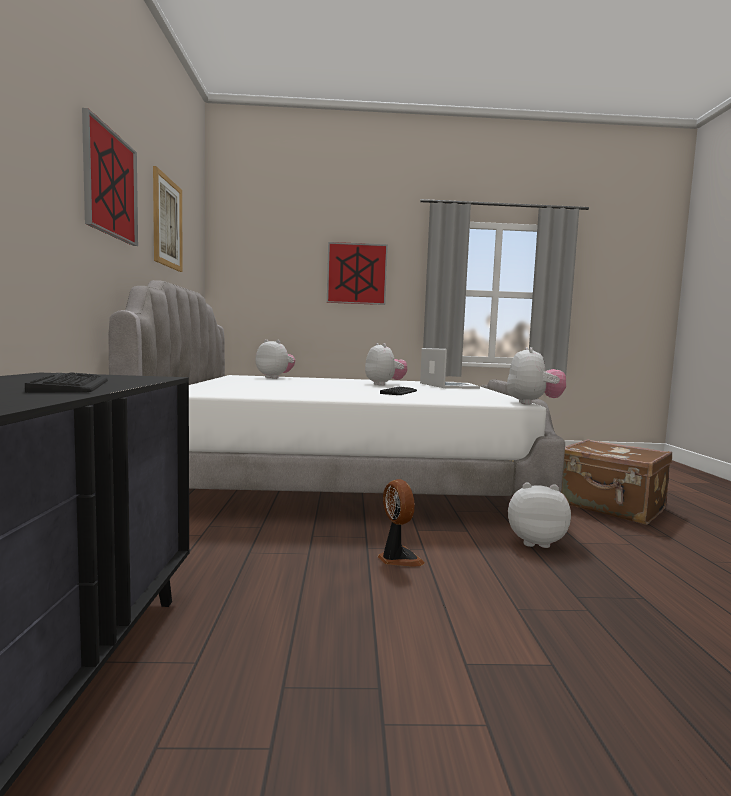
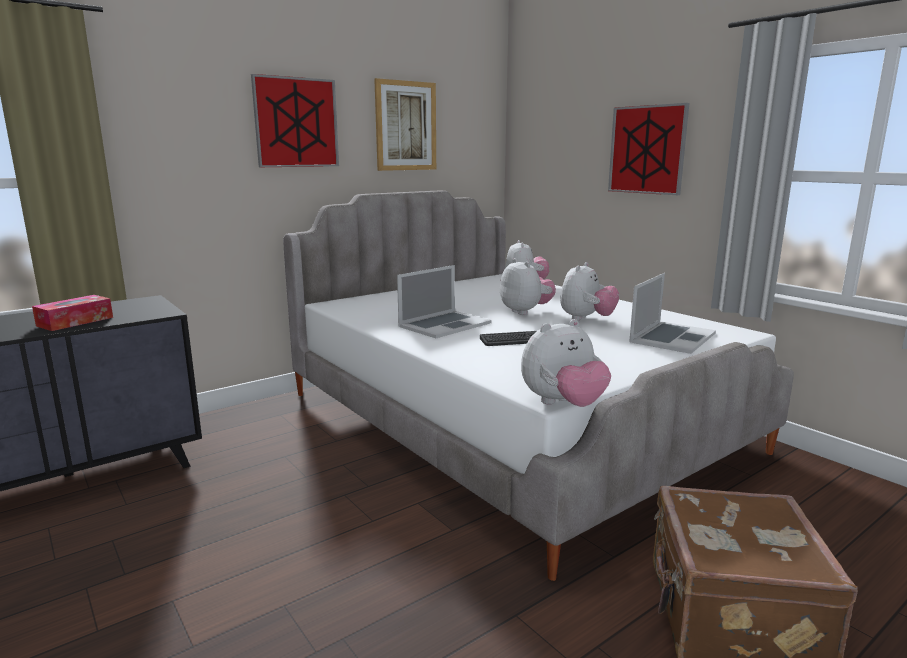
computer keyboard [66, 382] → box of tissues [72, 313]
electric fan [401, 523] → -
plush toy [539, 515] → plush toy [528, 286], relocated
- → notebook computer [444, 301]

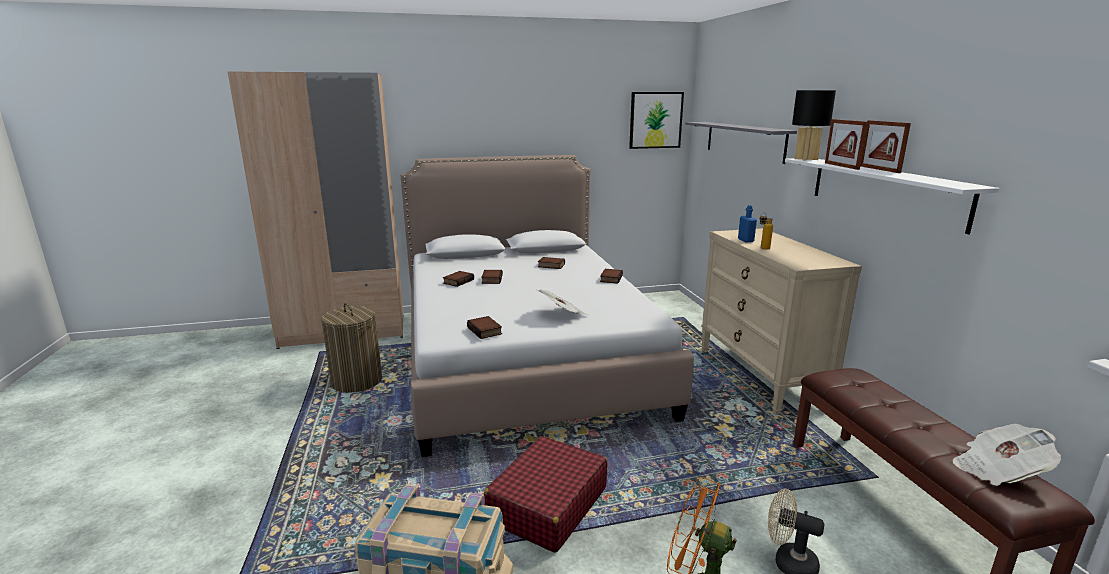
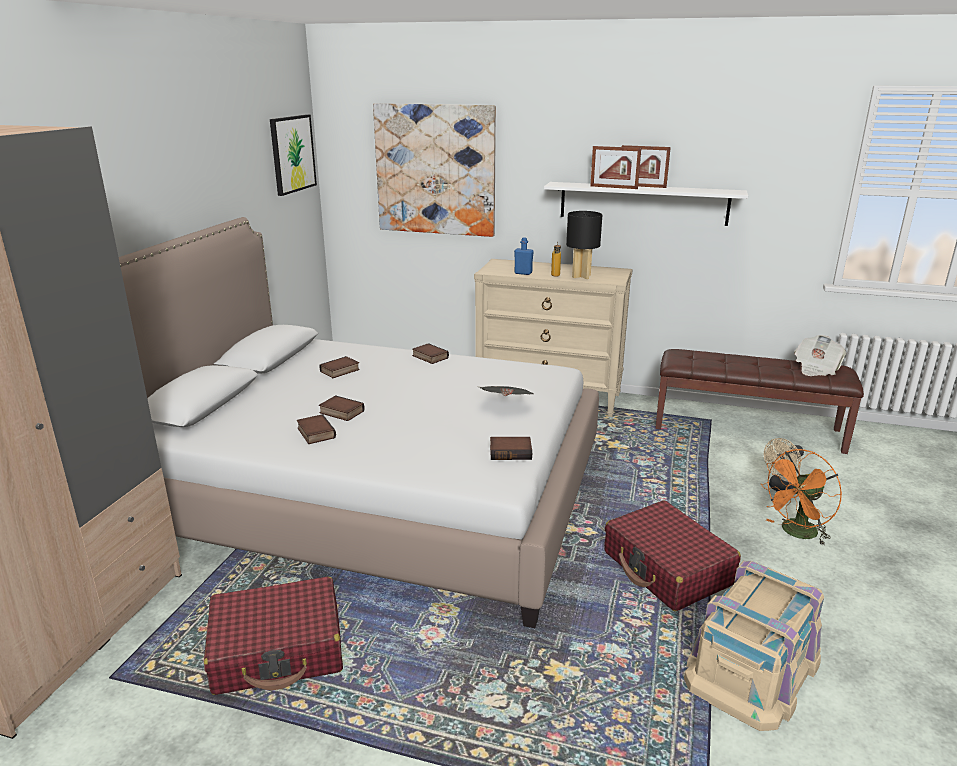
table lamp (blackish) [814, 125] → table lamp (blackish) [584, 245], relocated
shelf (gray) [741, 143] → picture [434, 170]
laundry basket [351, 348] → travel case (red-coloured) [273, 636]

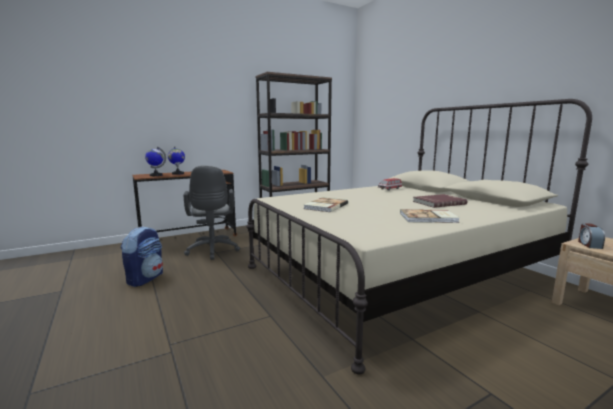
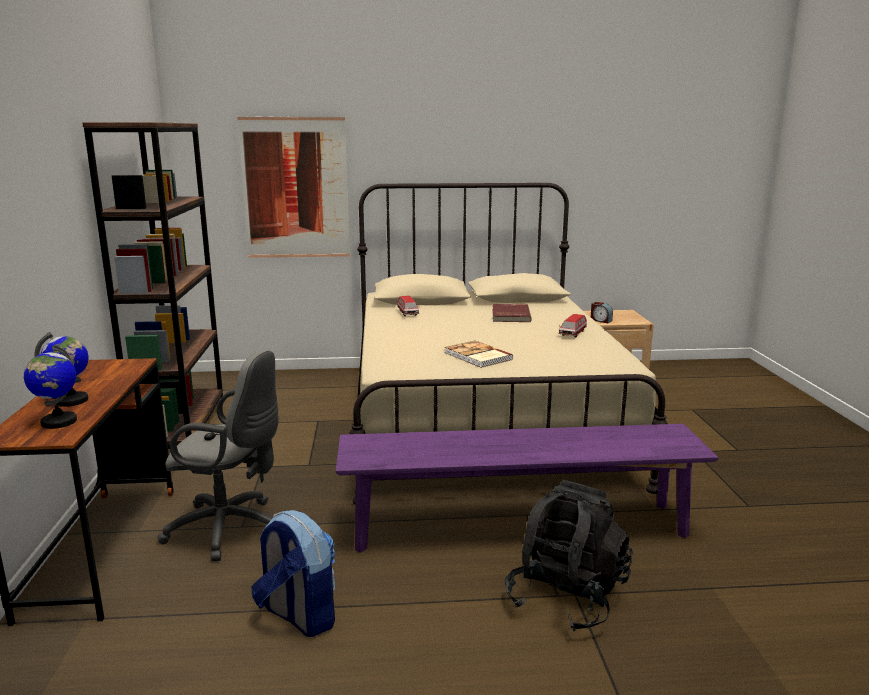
bound book [430, 216] → model car [572, 325]
- → picture [293, 187]
- → bench (purple-coloured) [527, 488]
- → knapsack (blackish) [569, 555]

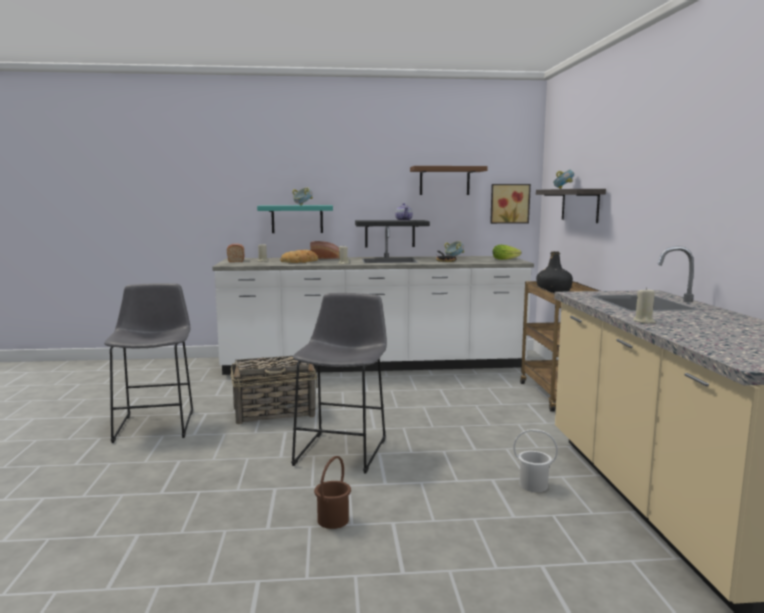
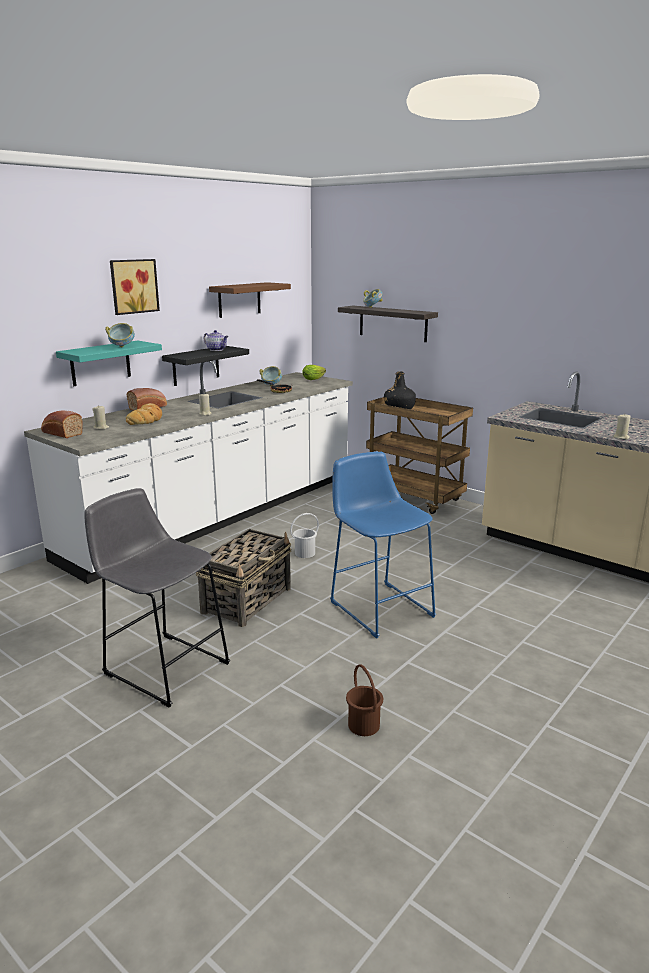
picture [510, 204] → picture [135, 287], relocated
stool (gray) [339, 383] → stool (bluish) [383, 545]
water bucket (white) [535, 460] → water bucket (white) [304, 535], relocated
water bucket (brown-coloured) [332, 492] → water bucket (brown-coloured) [364, 700], relocated

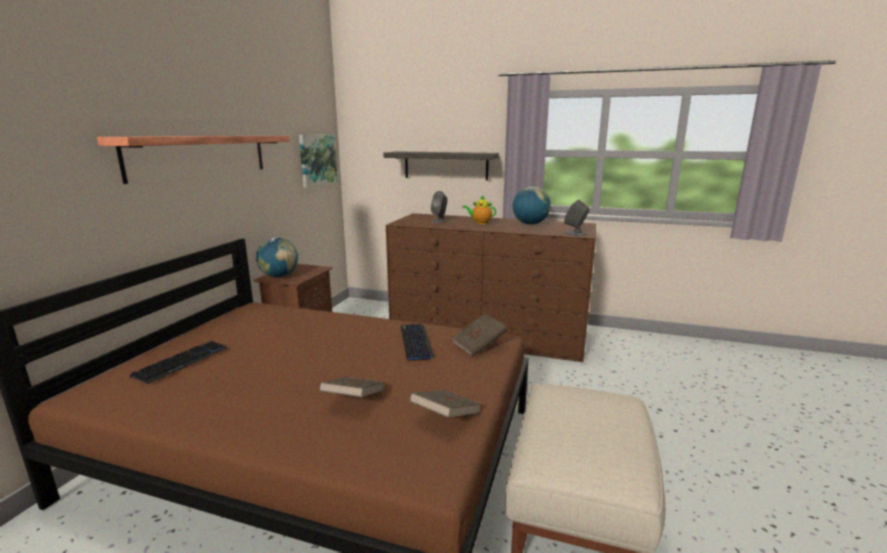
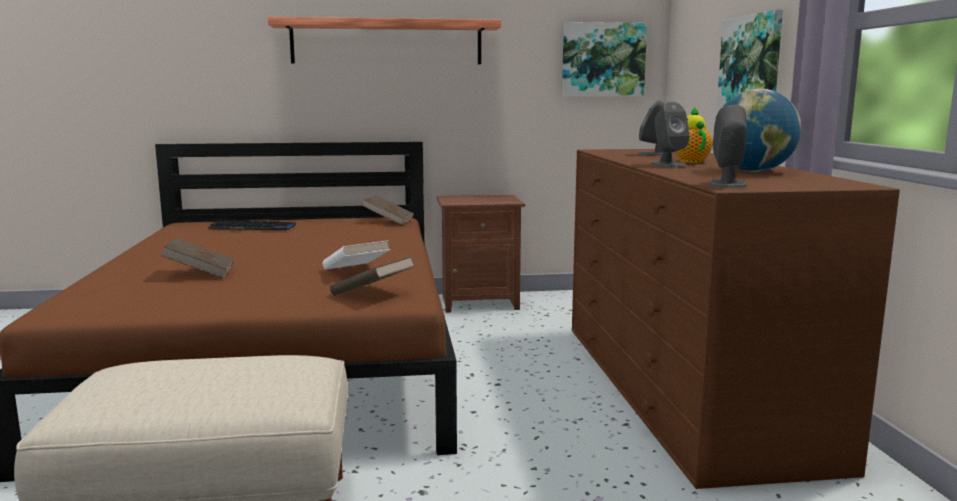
shelf [441, 165] → picture [750, 59]
desk globe [277, 257] → -
computer keyboard [418, 342] → bound book (white) [356, 255]
bound book (brown-coloured) [445, 404] → bound book (brown-coloured) [388, 210], relocated
- → audio speaker (gray) [670, 134]

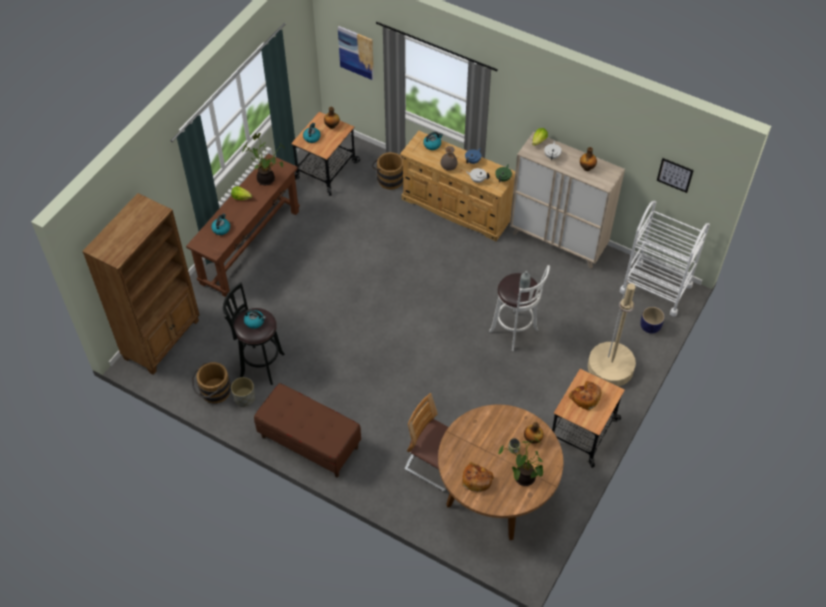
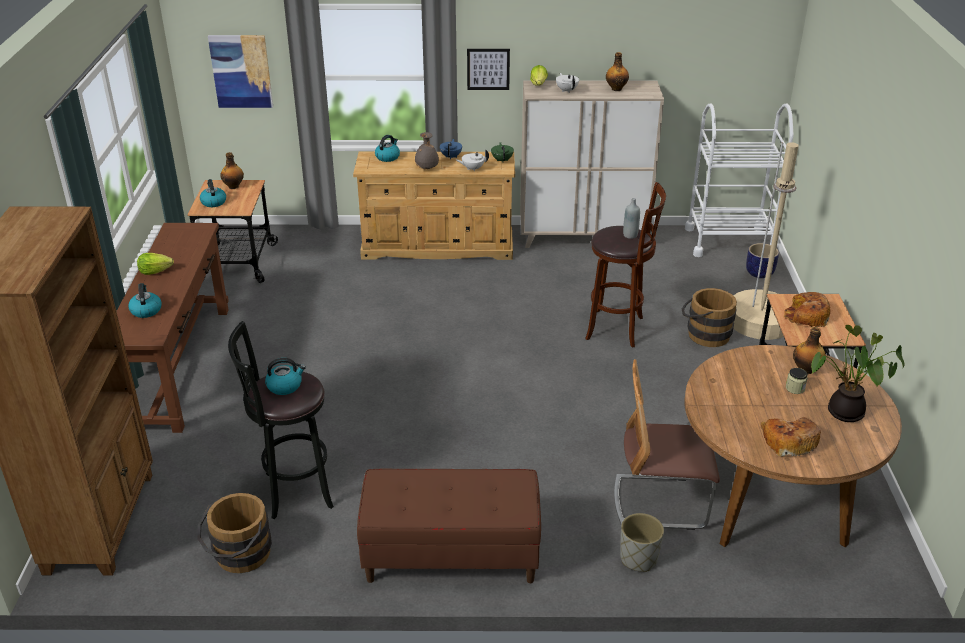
houseplant [263, 159] → -
water bucket (brown-coloured) [387, 171] → water bucket (brown-coloured) [709, 317], relocated
picture [675, 175] → picture [488, 69], relocated
stool (white) [519, 308] → stool (brown-coloured) [625, 265]
flower pot (gray) [243, 392] → flower pot (gray) [642, 542], relocated

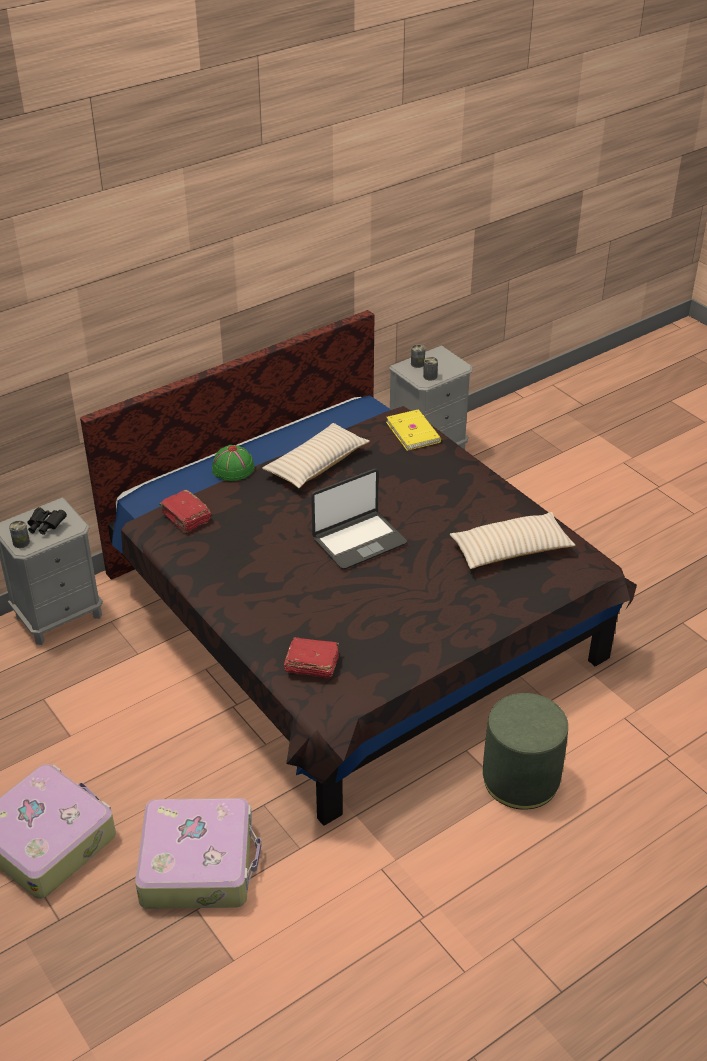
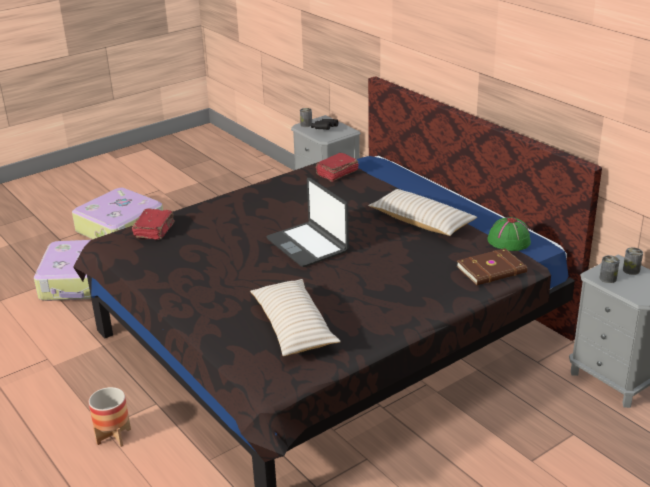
bound book (yellow-coloured) [413, 430] → bound book (brown-coloured) [492, 266]
clothing hat (greenish) [233, 463] → clothing hat (greenish) [509, 234], relocated
ottoman (greenish) [525, 751] → flower pot [110, 417]

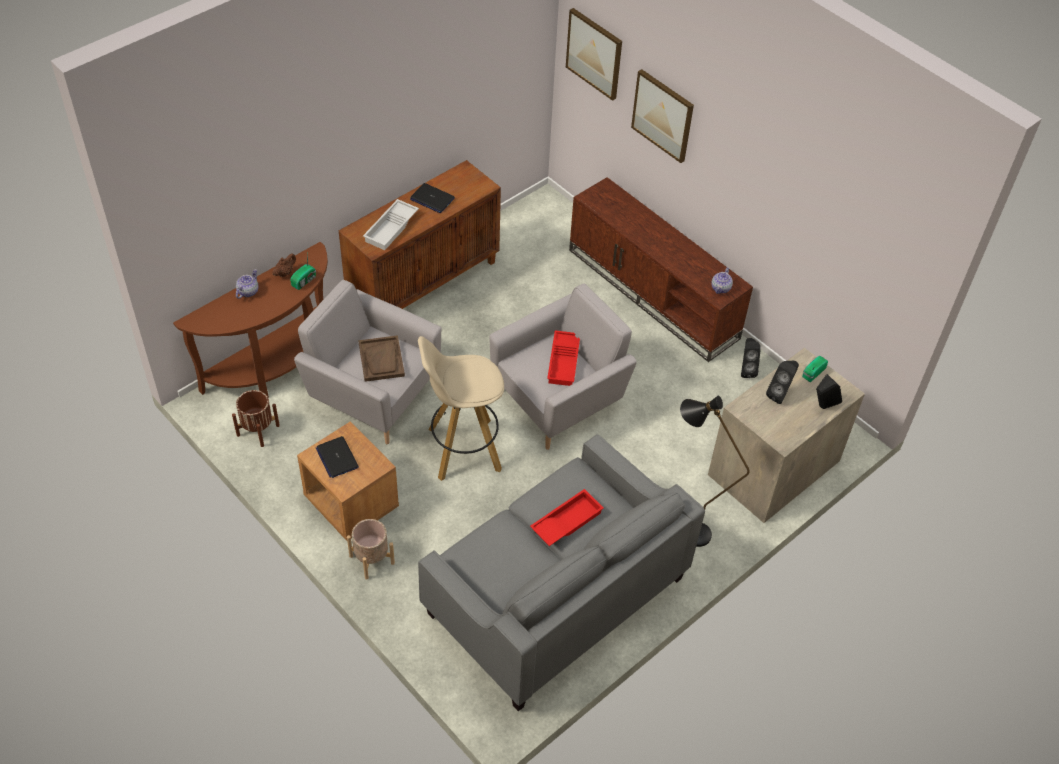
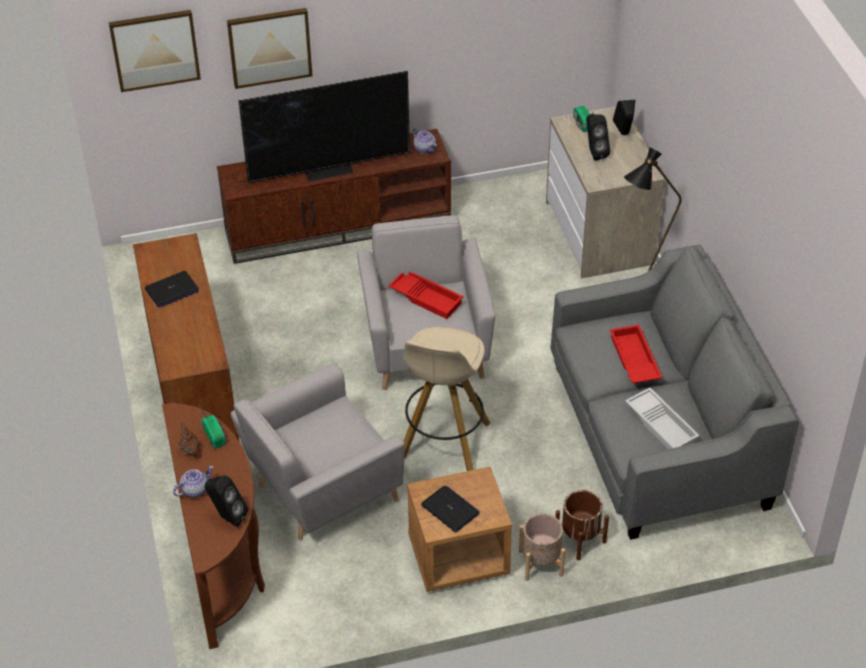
serving tray (white) [391, 224] → serving tray (white) [662, 418], relocated
teapot [247, 284] → teapot [193, 482], 90 degrees clockwise
serving tray (brown-coloured) [381, 358] → -
audio speaker (blackish) [751, 358] → audio speaker (blackish) [226, 501], relocated
flower pot (brown-coloured) [256, 418] → flower pot (brown-coloured) [582, 525], relocated
notebook computer [337, 457] → notebook computer [450, 509], 135 degrees counterclockwise
- → TV set [324, 127]

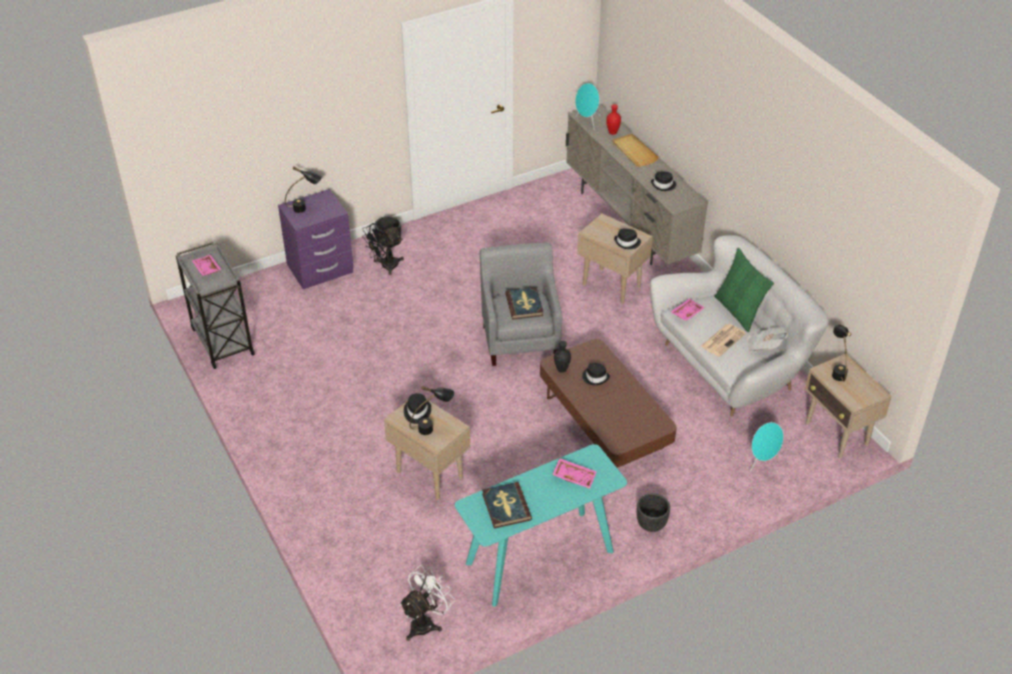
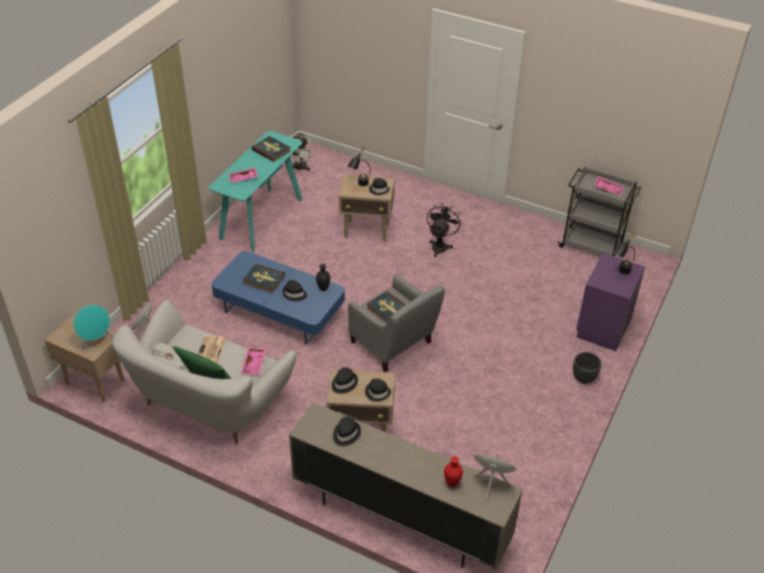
serving tray (sand-coloured) [635, 150] → -
electric fan (blackish) [383, 249] → electric fan (blackish) [444, 230], relocated
table lamp (blackish) [842, 353] → audio speaker (turquoise-coloured) [93, 328]
coffee table (brown-coloured) [608, 403] → coffee table (bluish) [278, 298]
flower pot (blackish) [653, 512] → -
- → bound book [264, 278]
- → clothing hat (blackish) [378, 390]

